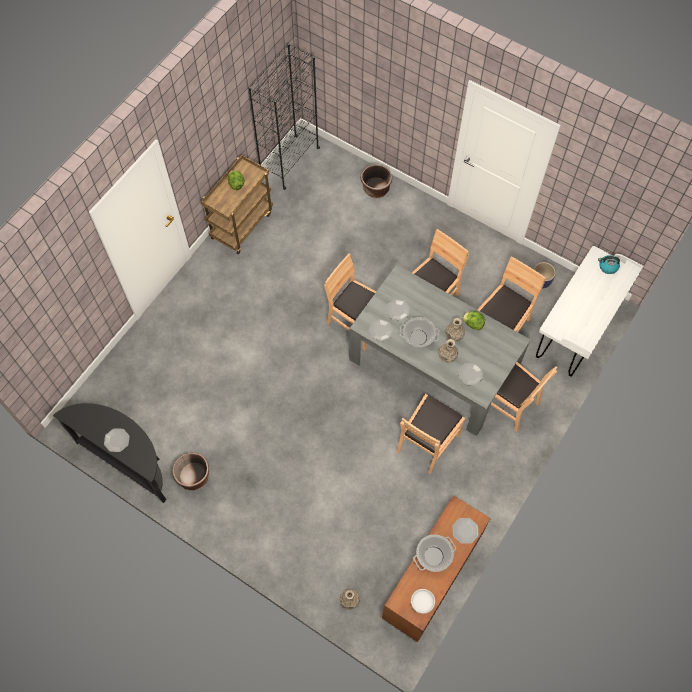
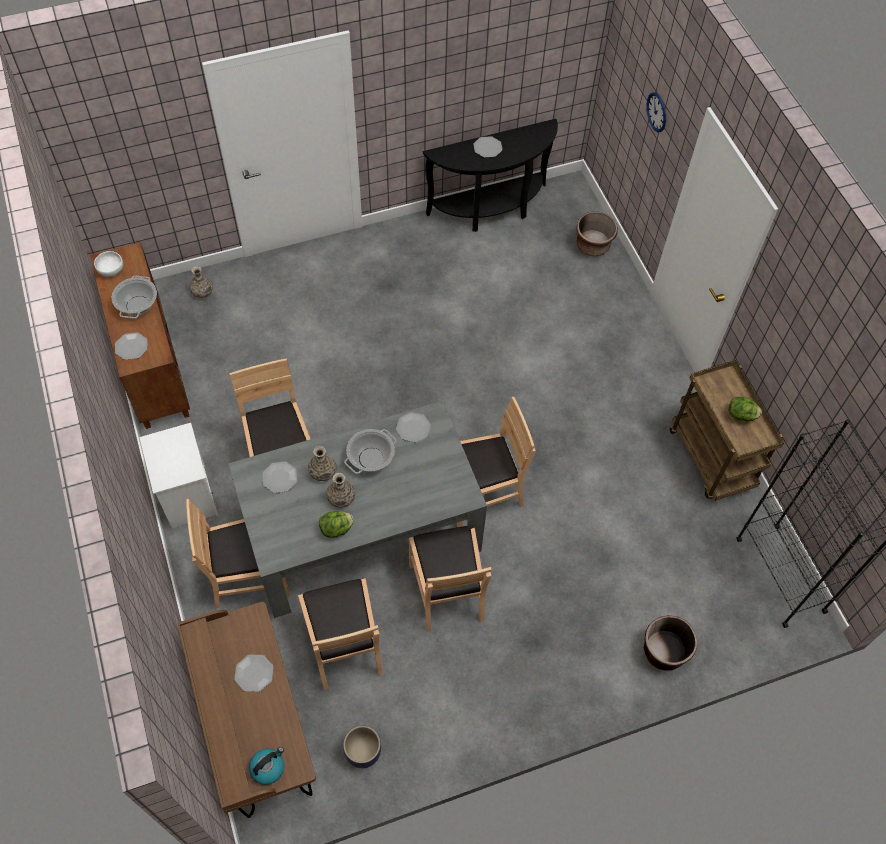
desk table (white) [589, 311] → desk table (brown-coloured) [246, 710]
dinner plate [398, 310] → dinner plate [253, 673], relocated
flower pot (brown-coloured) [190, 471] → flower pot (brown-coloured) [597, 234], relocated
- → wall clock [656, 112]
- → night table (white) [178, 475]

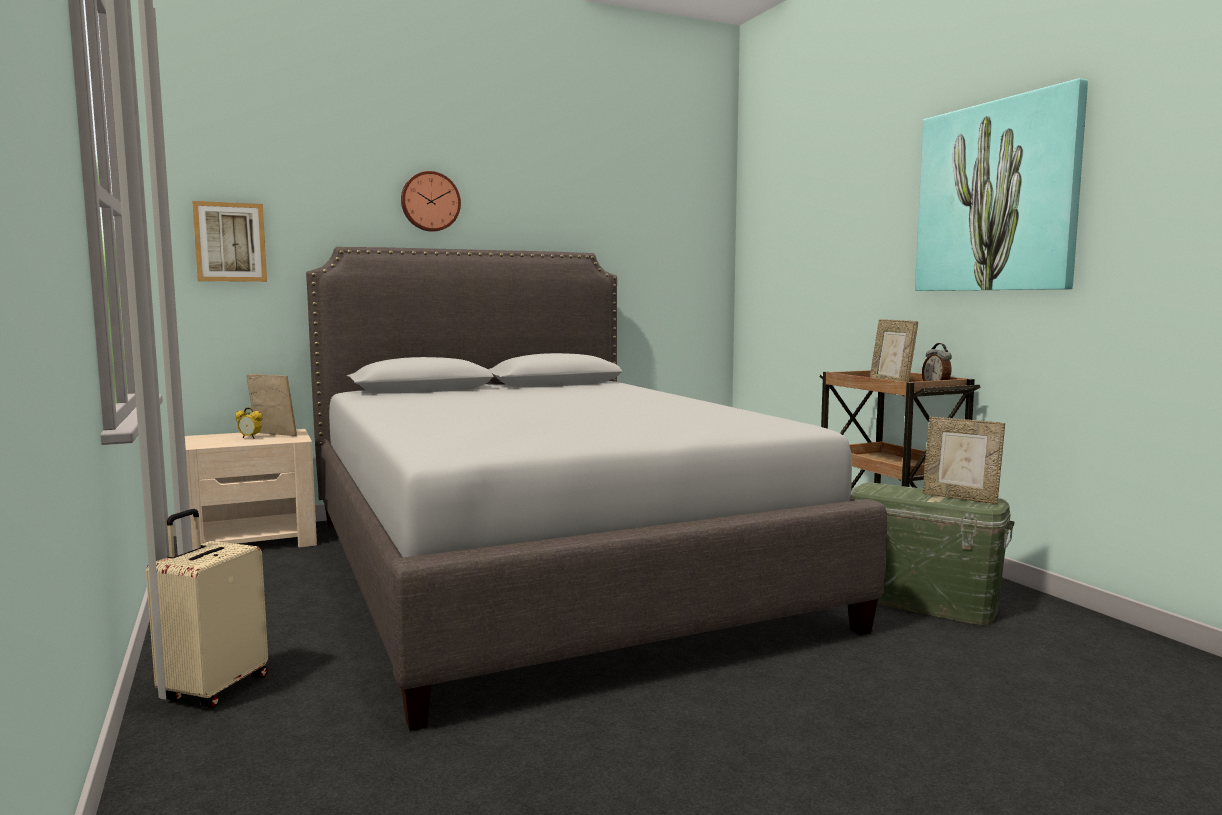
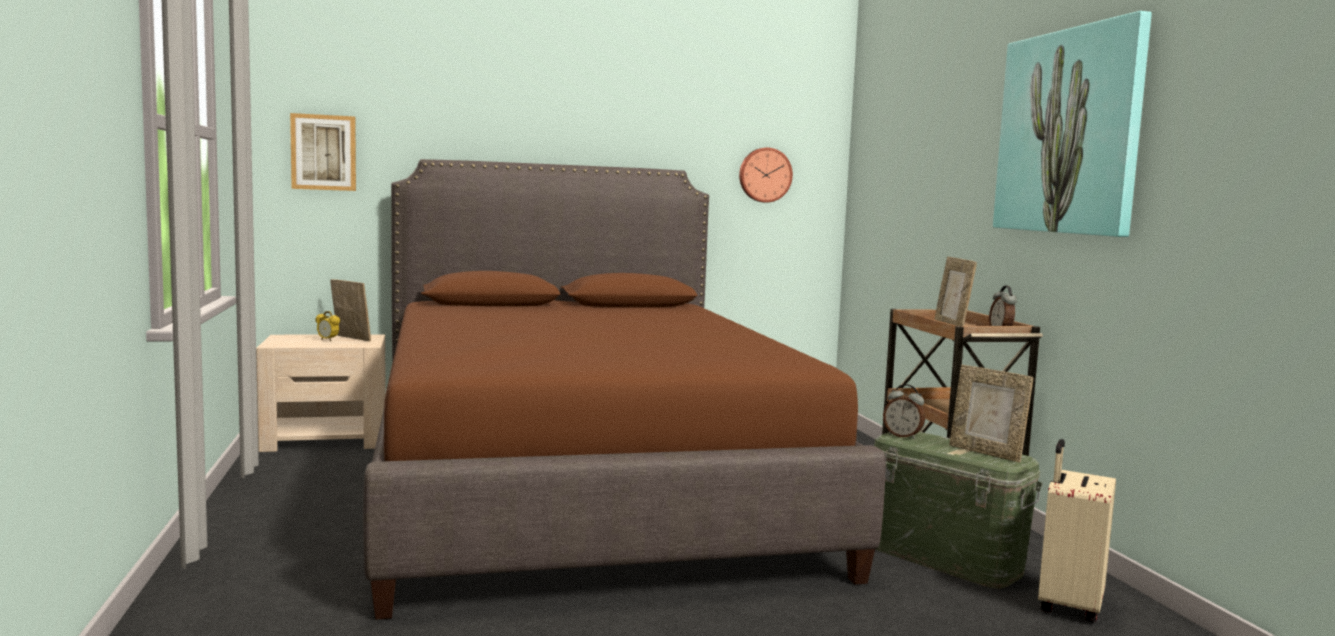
wall clock [431, 201] → wall clock [766, 175], relocated
bedroom bed (gray) [596, 489] → bedroom bed (brown-coloured) [624, 389]
travel case (sand-coloured) [207, 608] → travel case (sand-coloured) [1077, 531], relocated
- → alarm clock [904, 411]

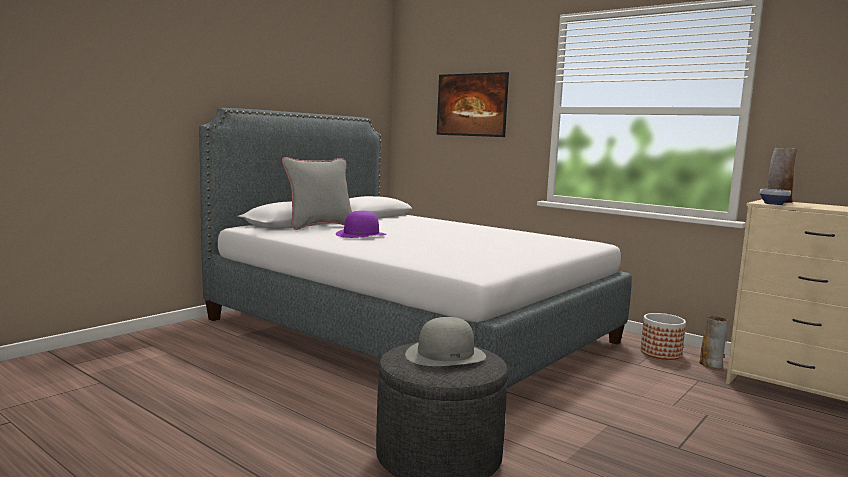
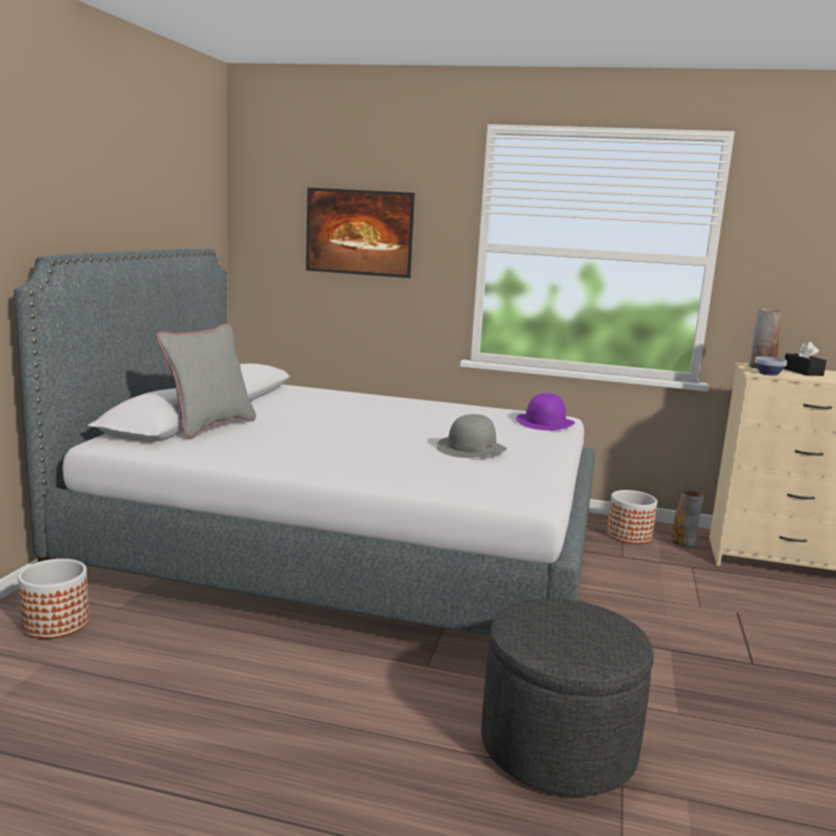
clothing hat (purple-coloured) [361, 224] → clothing hat (purple-coloured) [545, 412], relocated
clothing hat (gray) [445, 341] → clothing hat (gray) [471, 436], relocated
- → box of tissues (blackish) [805, 359]
- → flower pot [53, 599]

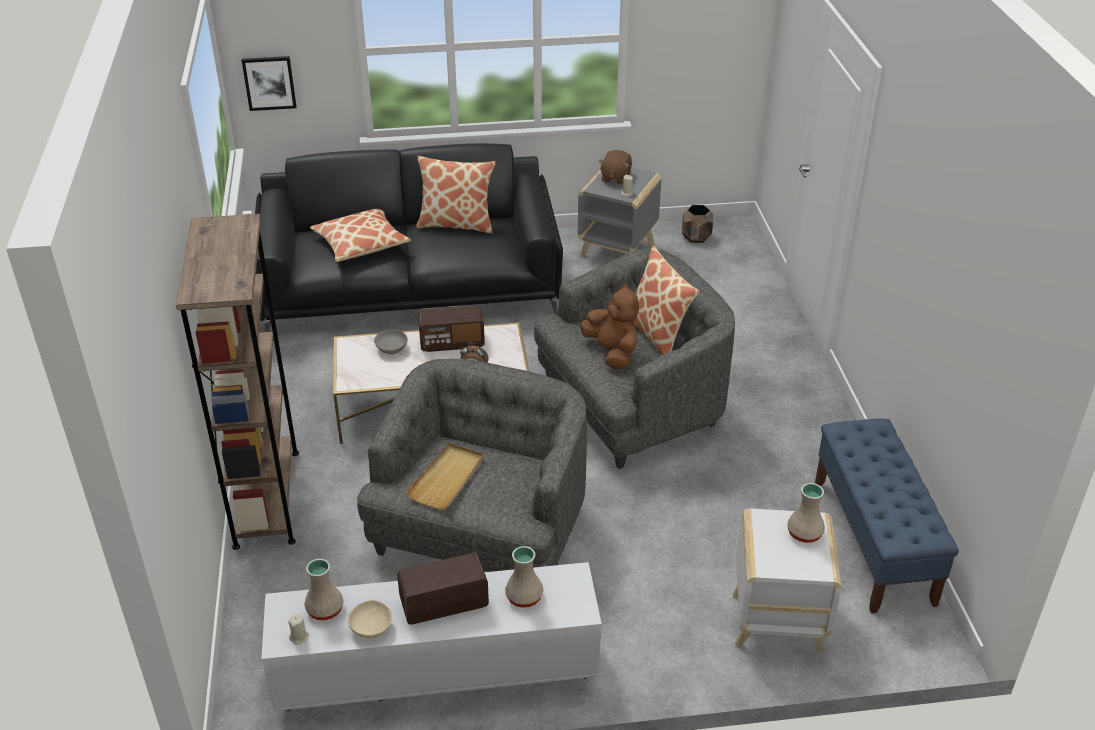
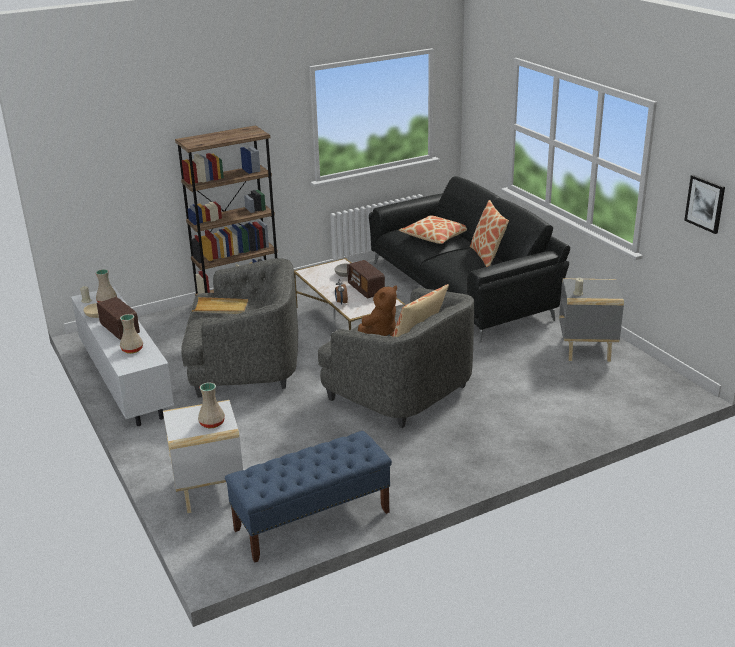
picture [269, 83] → picture [704, 204], relocated
plush toy (brown-coloured) [615, 167] → -
flower pot (brown-coloured) [697, 224] → -

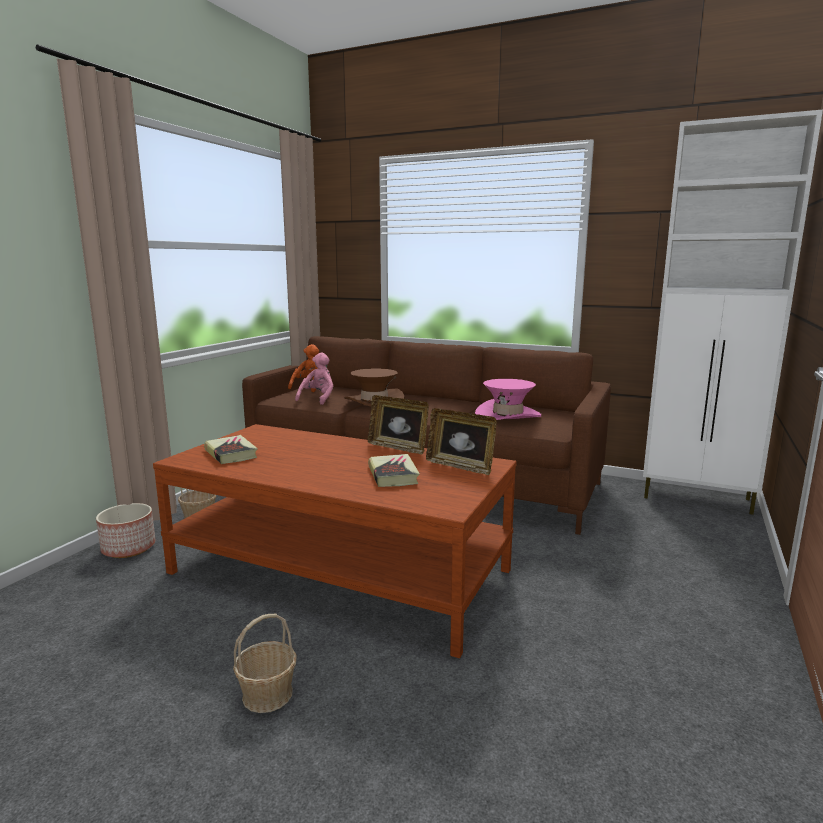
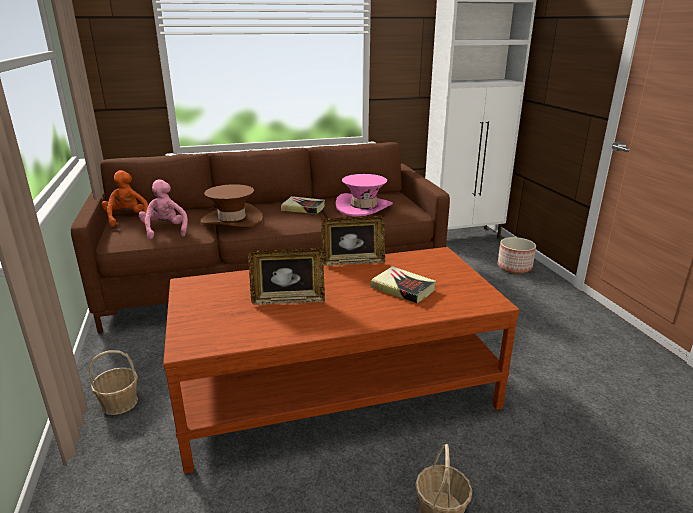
photo frame [461, 441] → photo frame [286, 276], relocated
bound book [231, 449] → bound book [303, 205], relocated
flower pot [125, 530] → flower pot [517, 255], relocated

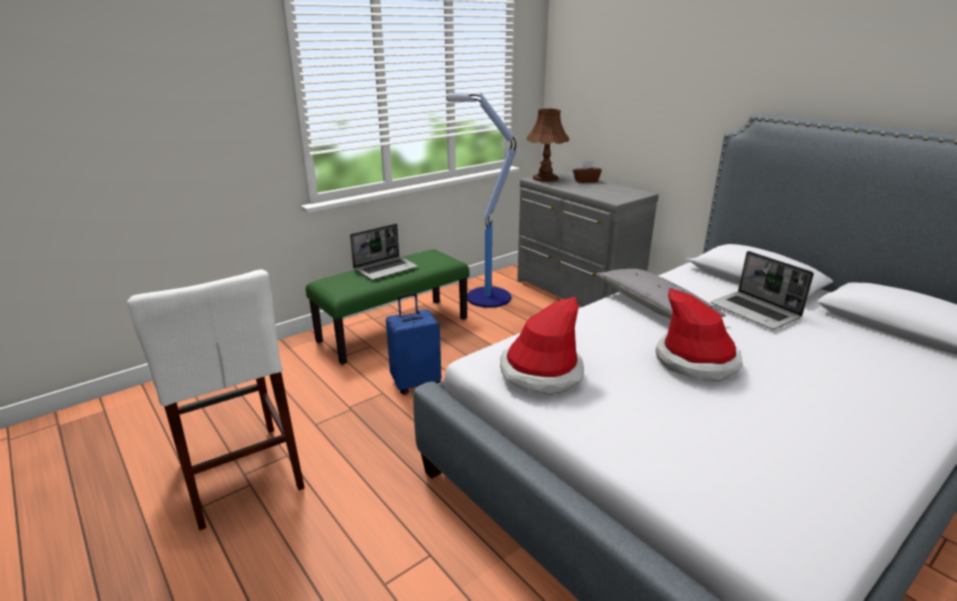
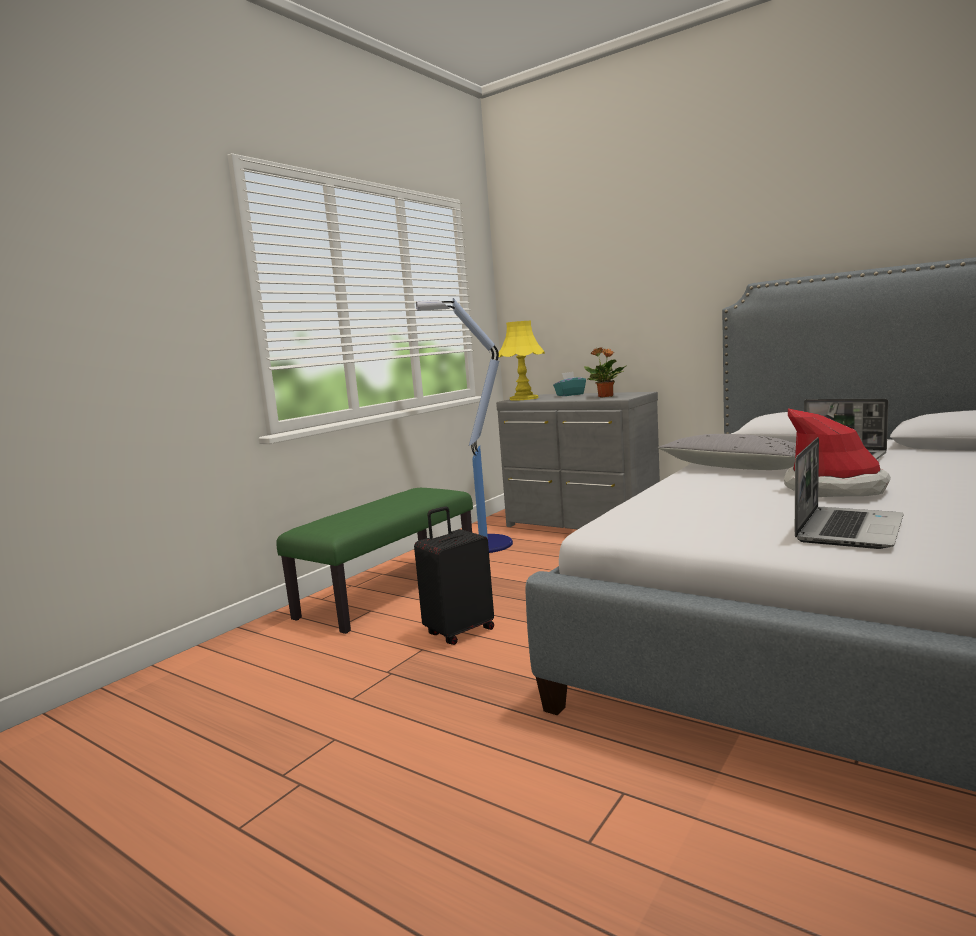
table lamp (brown-coloured) [548, 145] → table lamp (yellow-coloured) [521, 360]
box of tissues (brown-coloured) [587, 172] → box of tissues (turquoise-coloured) [569, 384]
notebook computer [384, 252] → notebook computer [849, 493], relocated
stool (white) [216, 400] → -
travel case (bluish) [414, 344] → travel case (blackish) [454, 575]
clothing hat [542, 346] → -
- → houseplant [605, 372]

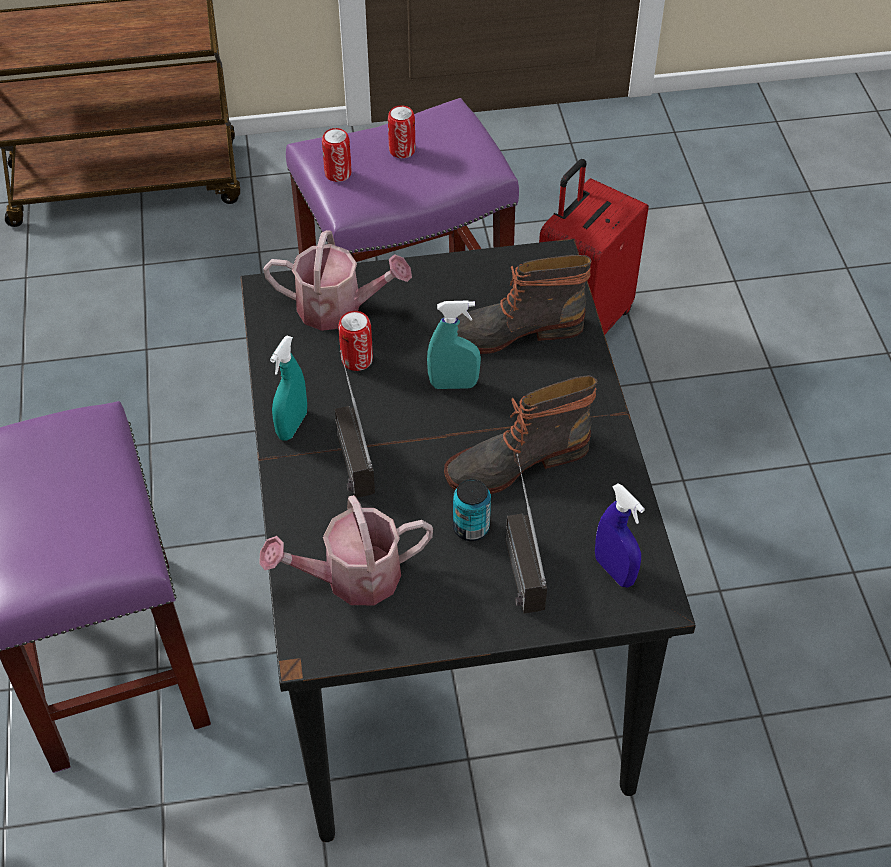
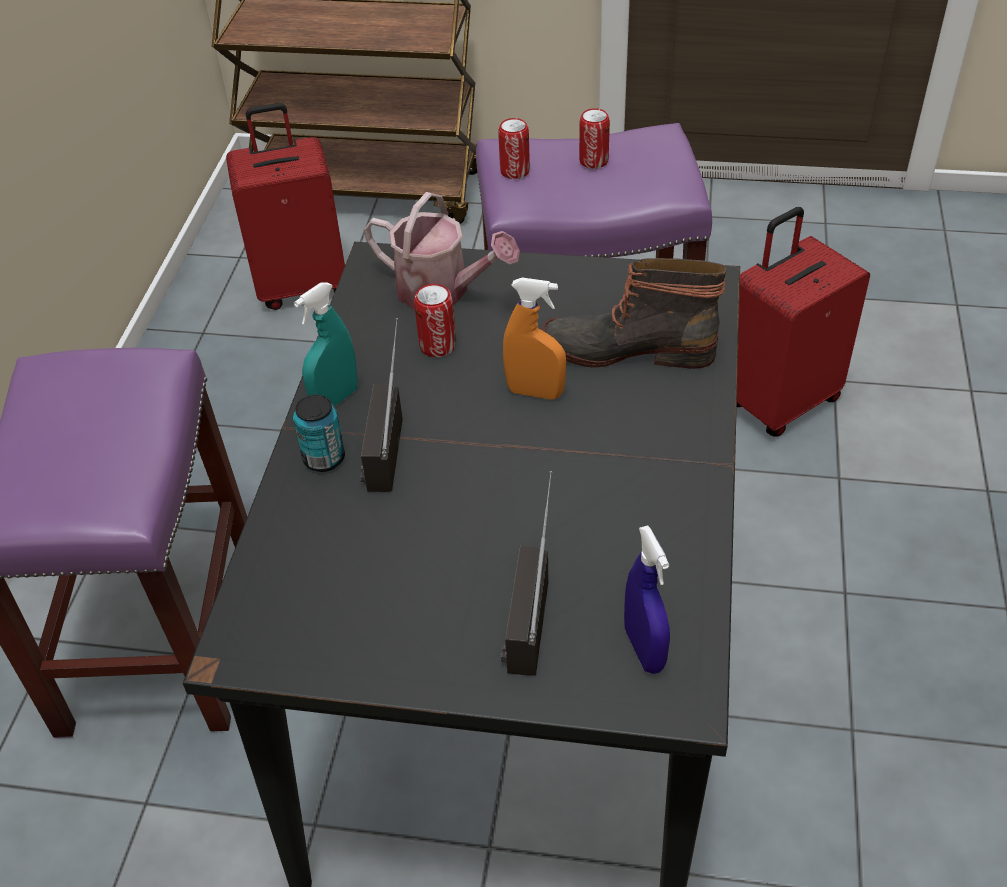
sprayer (turquoise-coloured) [454, 344] → sprayer (orange) [534, 338]
boot [520, 434] → -
can [472, 510] → can [319, 433], relocated
sprinkling can [346, 550] → -
- → travel case (red-coloured) [285, 206]

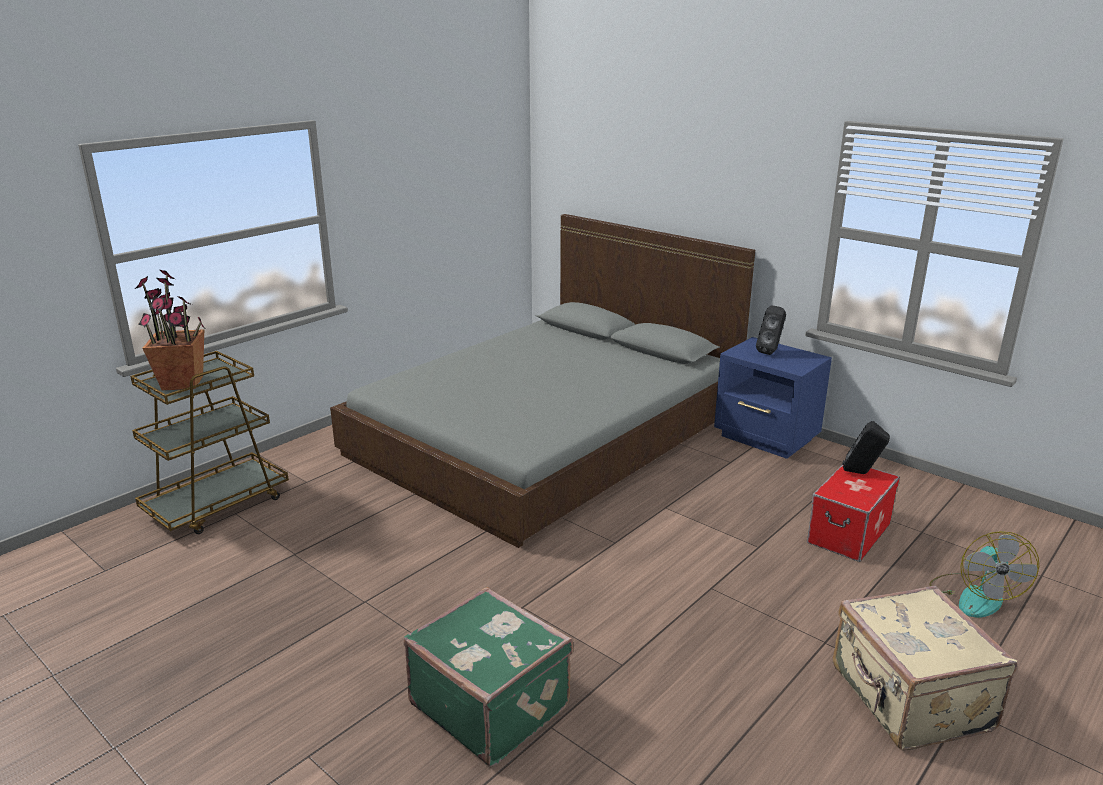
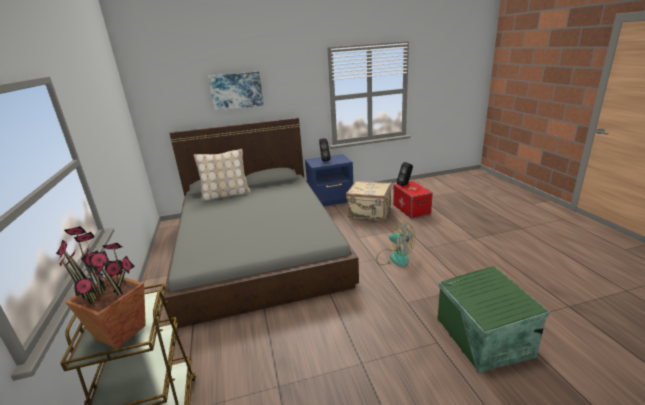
electric fan [984, 574] → electric fan [395, 244], relocated
travel case (sand-coloured) [925, 668] → travel case (sand-coloured) [369, 201], relocated
travel case (greenish) [488, 677] → storage box (greenish) [493, 319]
- → picture [236, 91]
- → cushion (sand-coloured) [222, 175]

